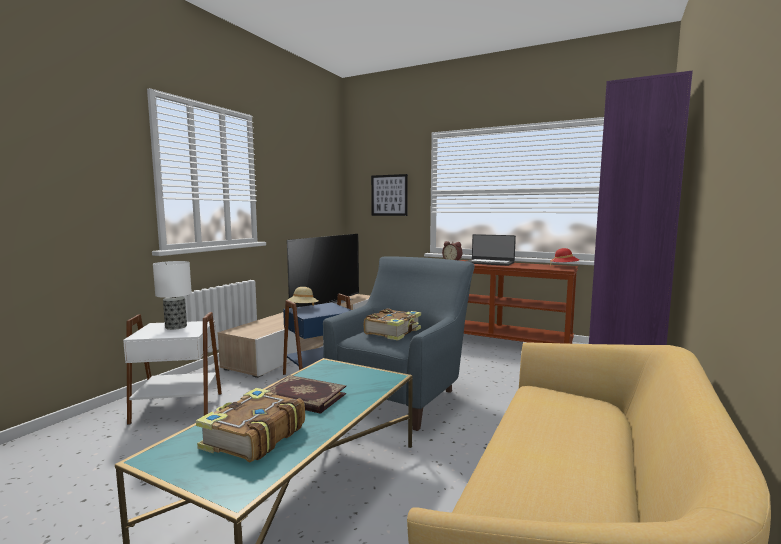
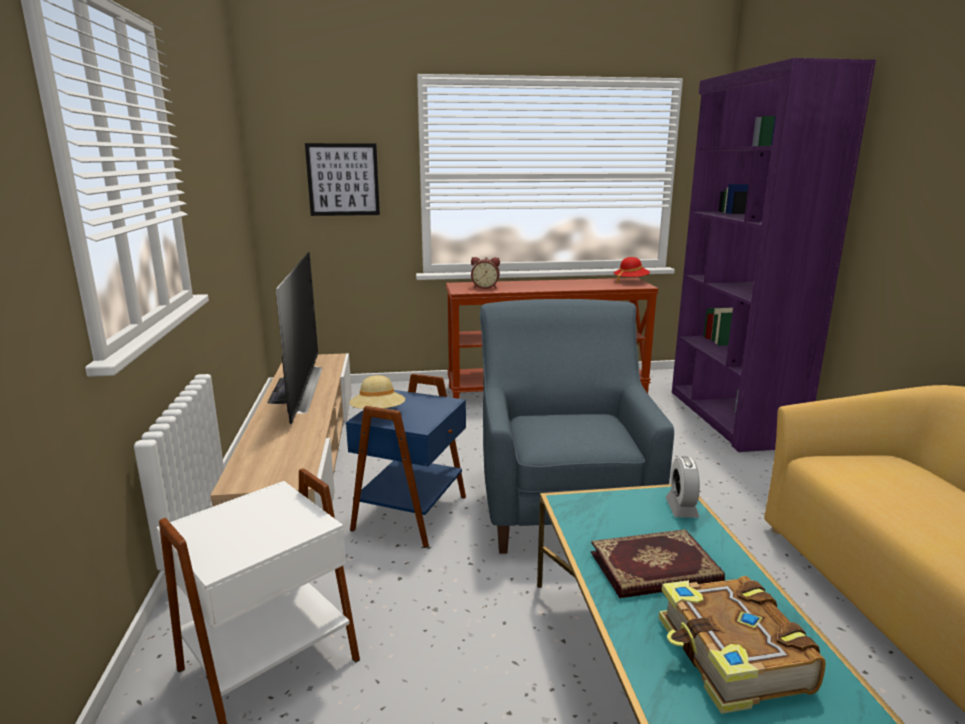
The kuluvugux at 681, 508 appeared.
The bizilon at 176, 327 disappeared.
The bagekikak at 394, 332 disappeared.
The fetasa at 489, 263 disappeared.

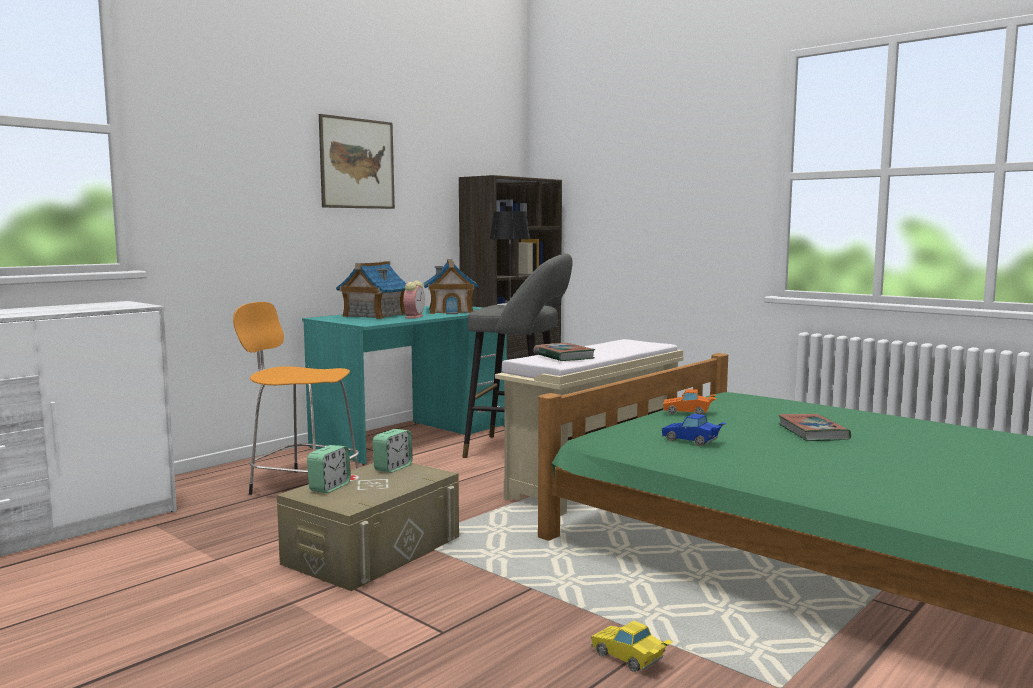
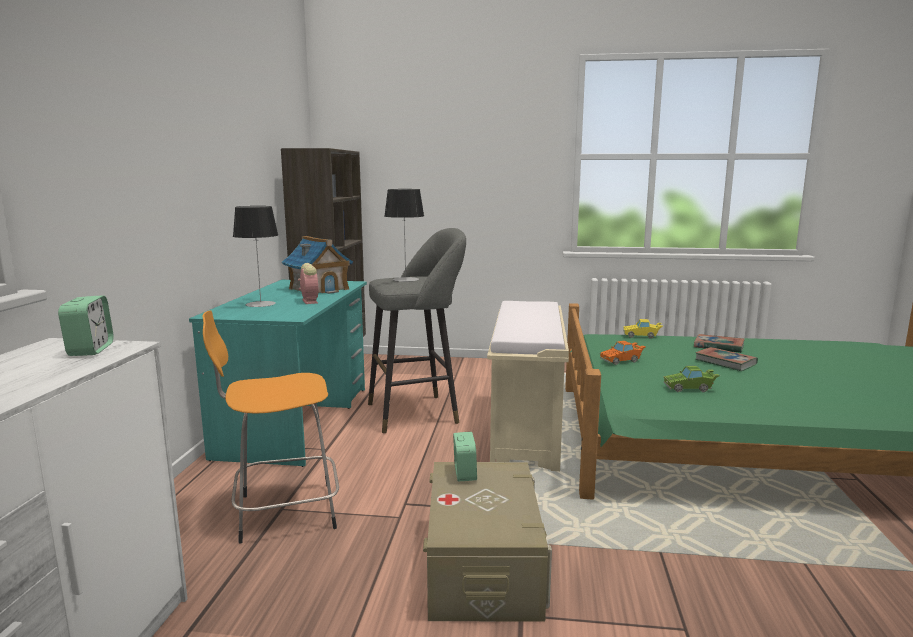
The kuluvugux moved from 329, 487 to 90, 350.
The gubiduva at 374, 315 was replaced by the bizilon at 260, 304.
The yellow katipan moved from 630, 658 to 642, 336.
The blue katipan at 693, 441 became the green katipan at 690, 388.
The bagekikak moved from 563, 356 to 718, 347.
The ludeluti at 357, 163 disappeared.

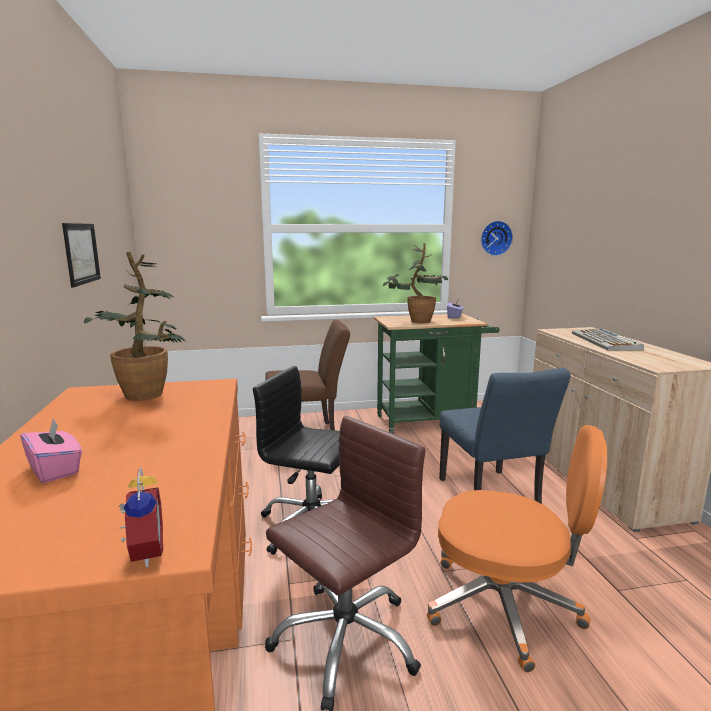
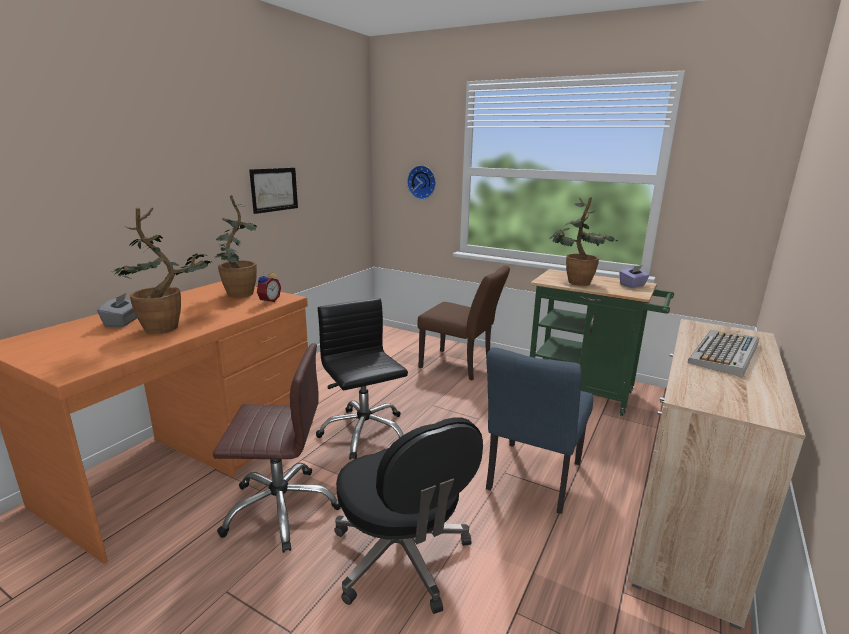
The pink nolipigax at 55, 469 became the grey nolipigax at 123, 322.
The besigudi at 170, 327 appeared.
The kuluvugux moved from 143, 554 to 268, 301.
The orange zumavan at 505, 606 became the black zumavan at 402, 557.
The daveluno moved from 495, 238 to 422, 182.

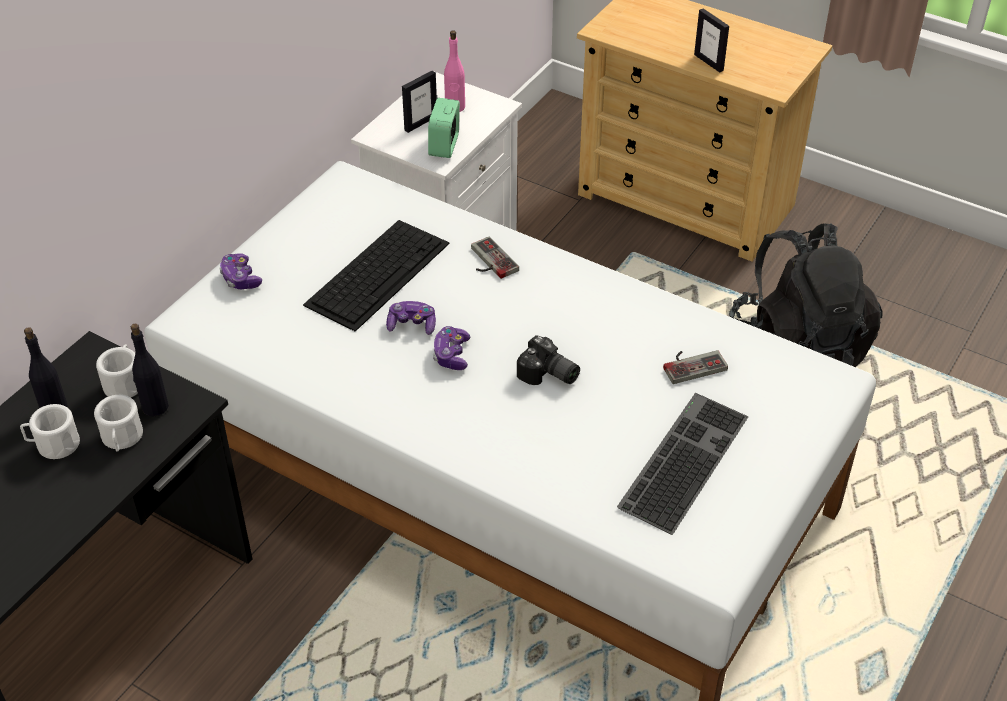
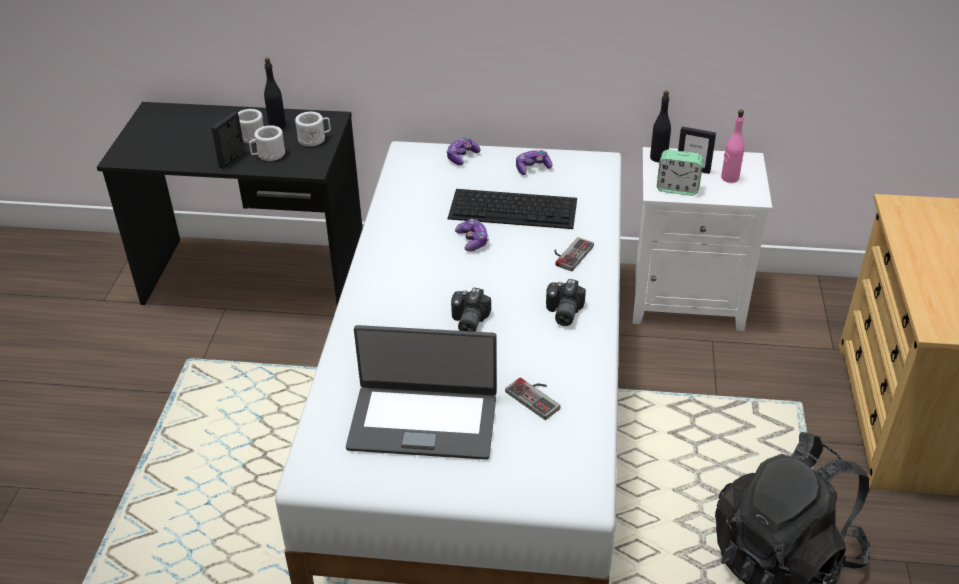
The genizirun moved from 709, 62 to 232, 159.
The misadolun at 682, 459 was replaced by the fetasa at 423, 421.
The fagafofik moved from 451, 355 to 532, 168.
The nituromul at 562, 313 appeared.
The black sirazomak moved from 155, 407 to 658, 157.
The kuluvugux at 444, 146 turned 150 degrees counterclockwise.

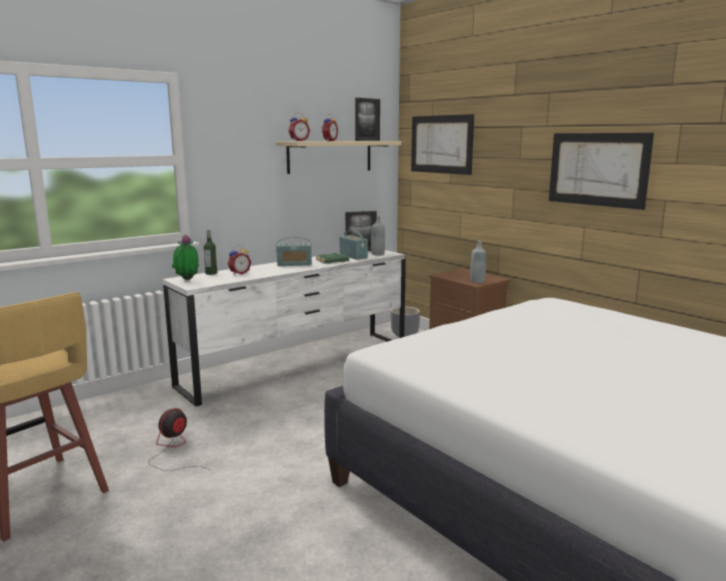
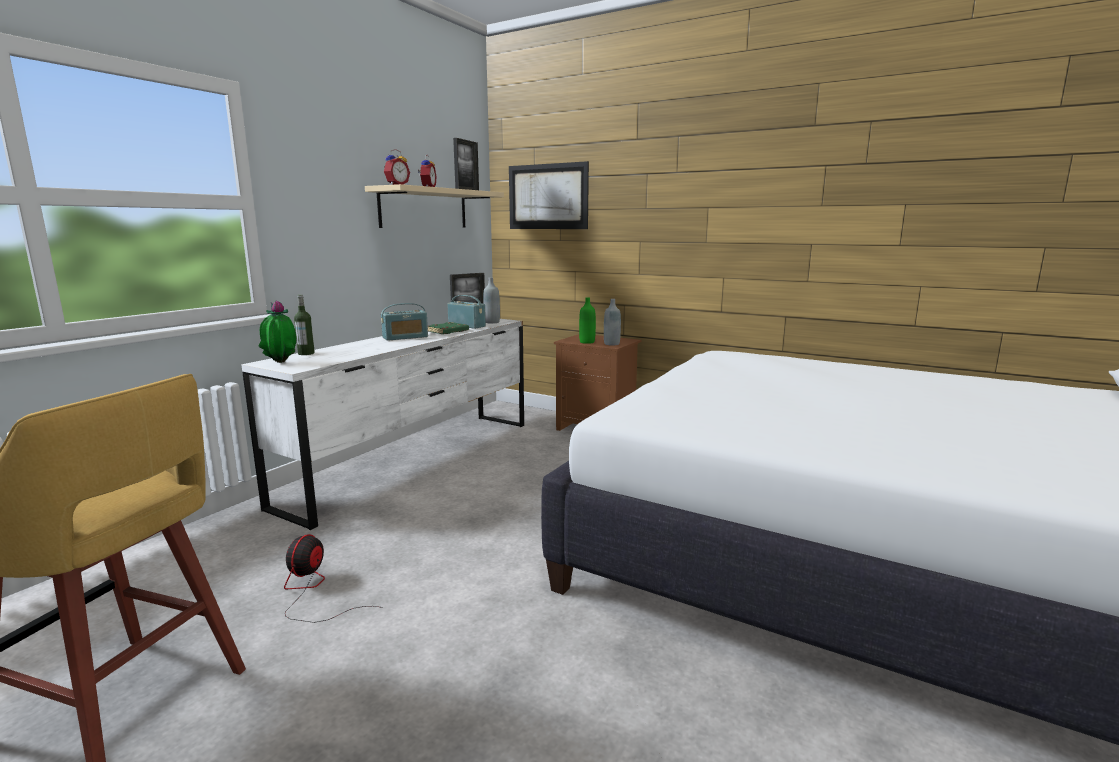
The green sirazomak at 587, 342 appeared.
The kuluvugux at 239, 273 disappeared.
The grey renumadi at 405, 334 disappeared.
The ludeluti at 597, 169 disappeared.

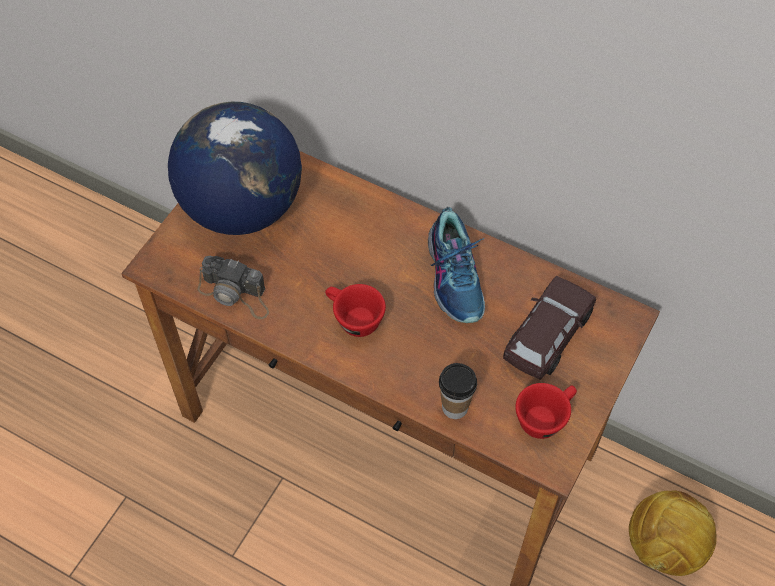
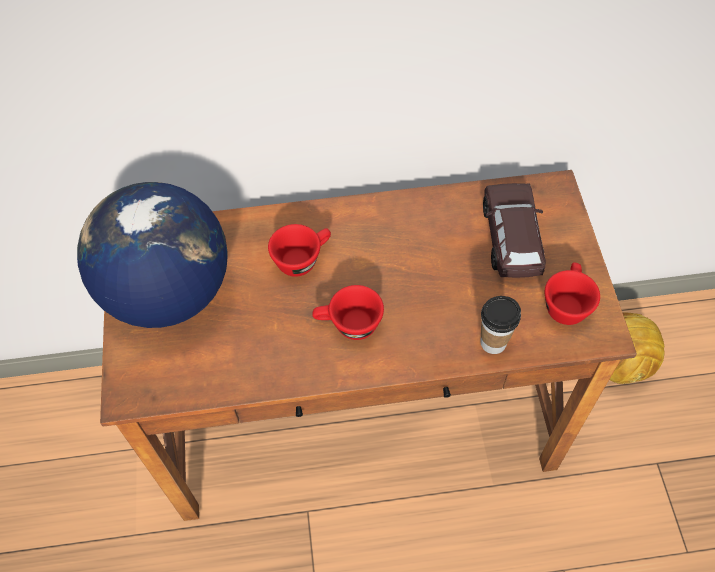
The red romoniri at 302, 258 appeared.
The nituromul at 236, 294 disappeared.
The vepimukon at 456, 277 disappeared.

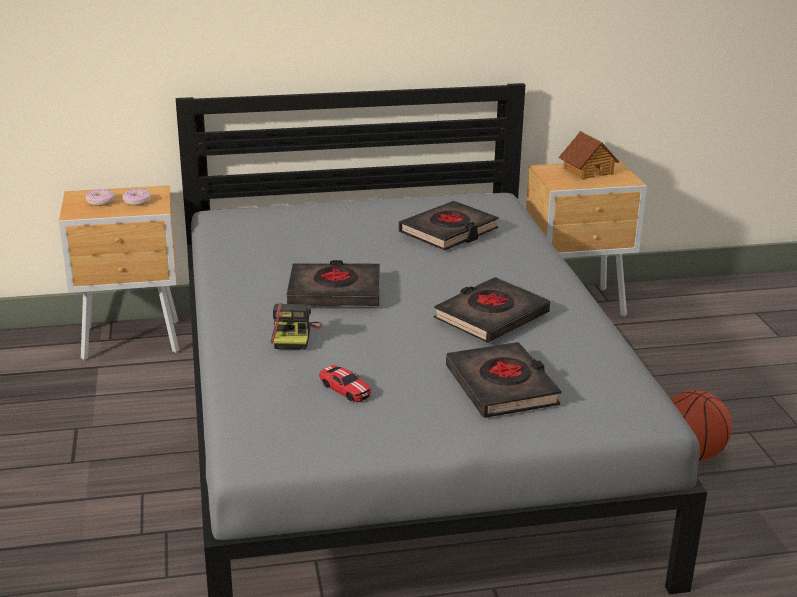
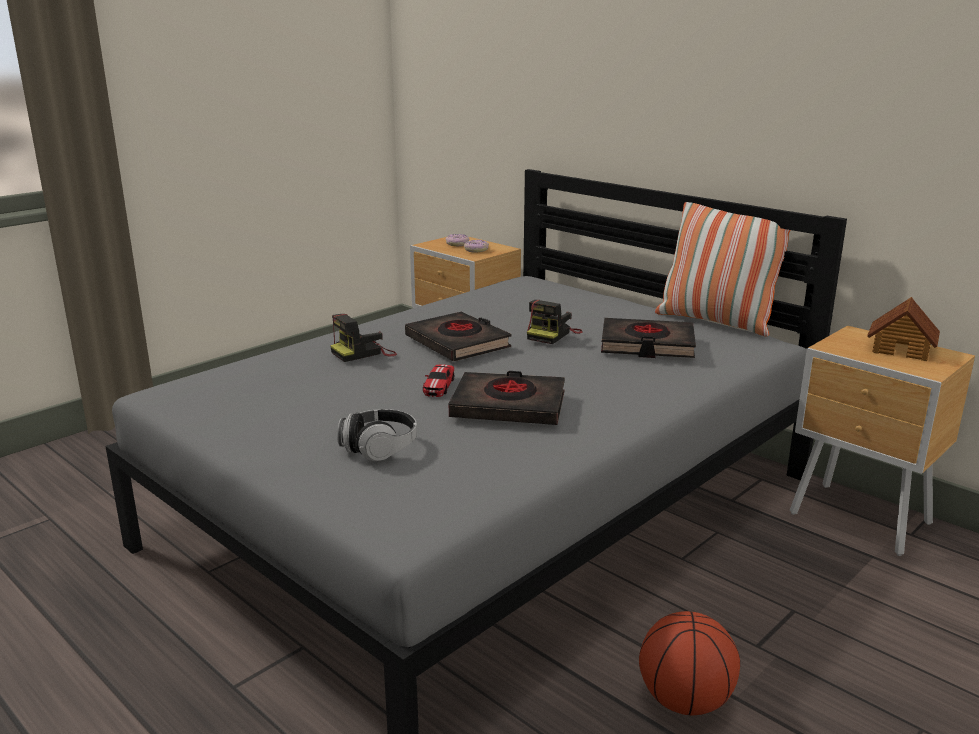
The black bagekikak at 502, 387 was replaced by the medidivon at 379, 448.
The katipan moved from 345, 388 to 439, 386.
The nituromul at 552, 335 appeared.
The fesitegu at 716, 322 appeared.

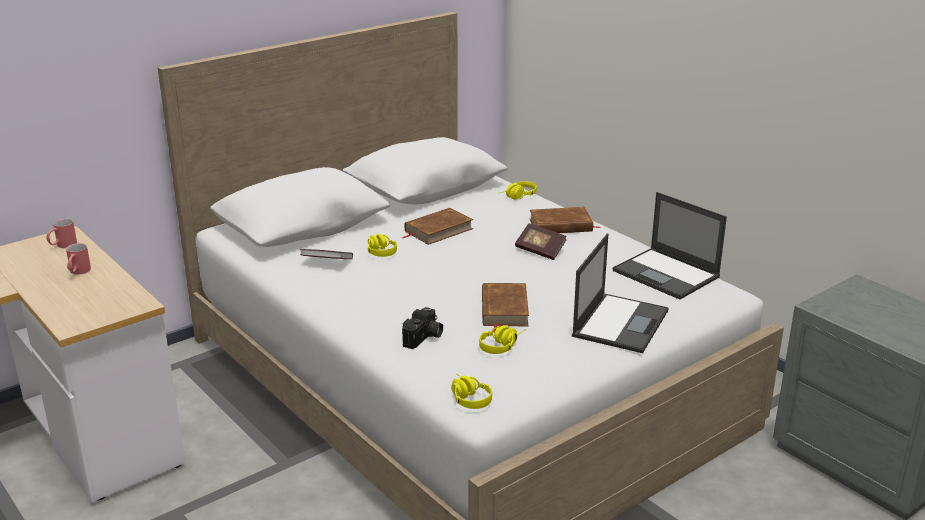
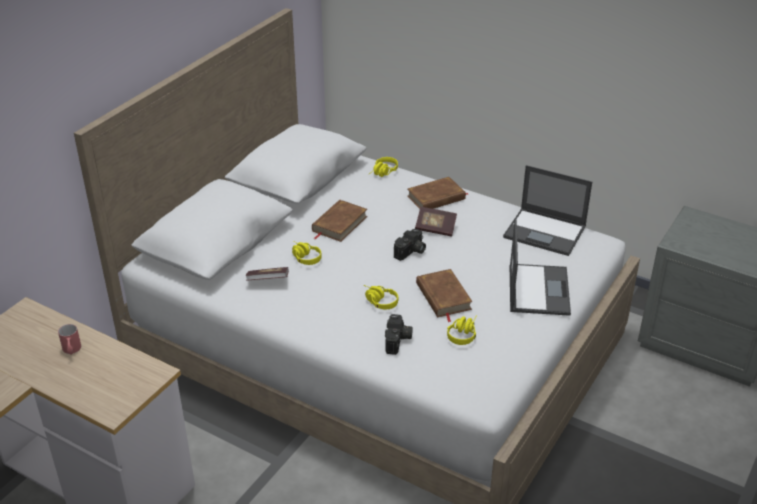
The yellow medidivon moved from 467, 398 to 378, 301.
The nituromul at 411, 252 appeared.
The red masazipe at 62, 246 disappeared.

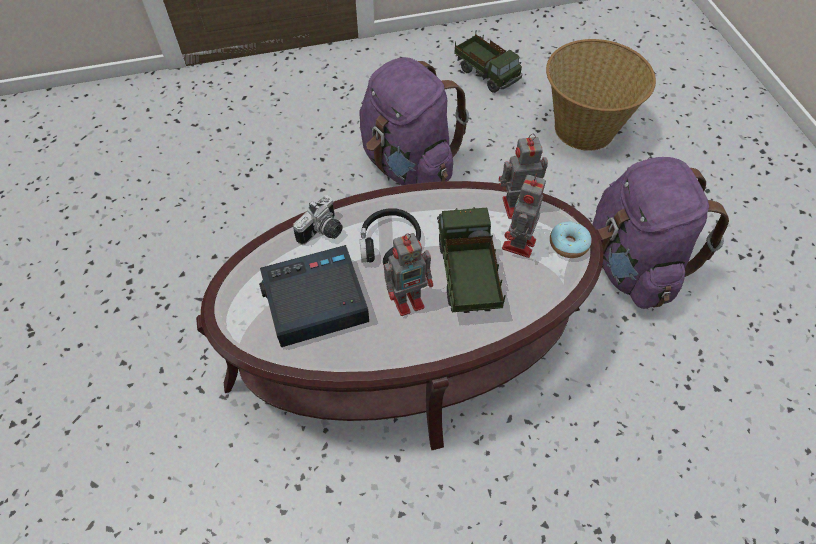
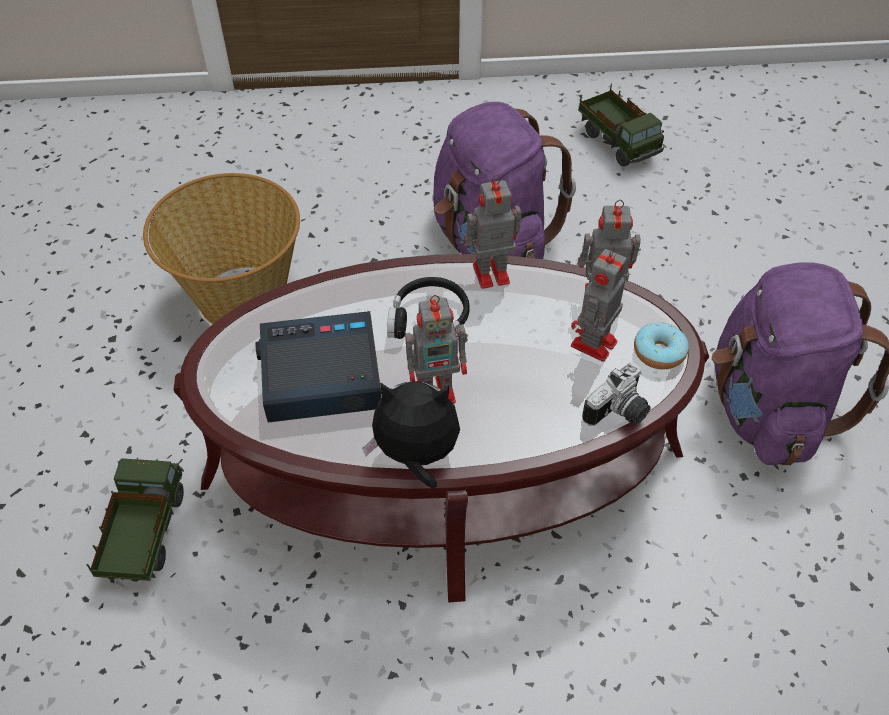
The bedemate moved from 466, 275 to 145, 533.
The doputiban moved from 583, 129 to 240, 298.
The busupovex at 416, 456 appeared.
The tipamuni at 488, 274 appeared.
The nituromul moved from 323, 232 to 619, 413.

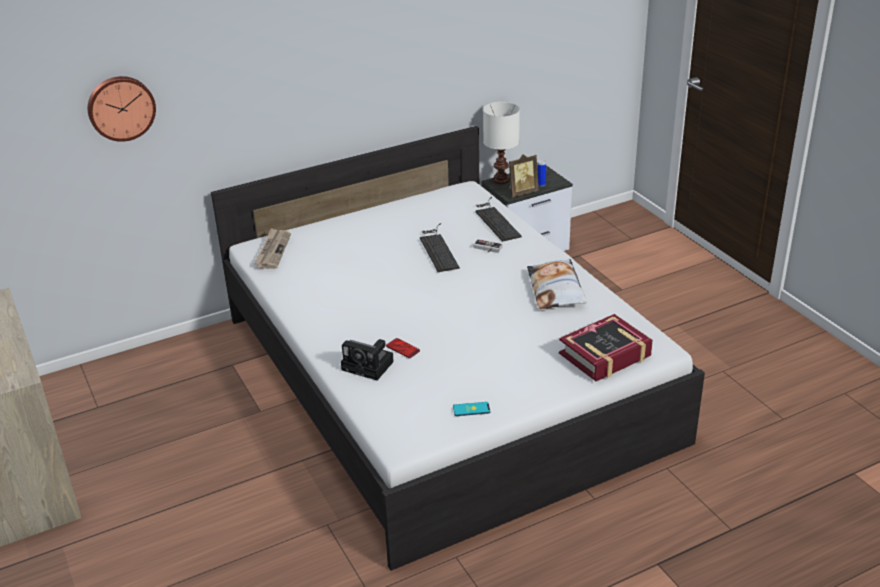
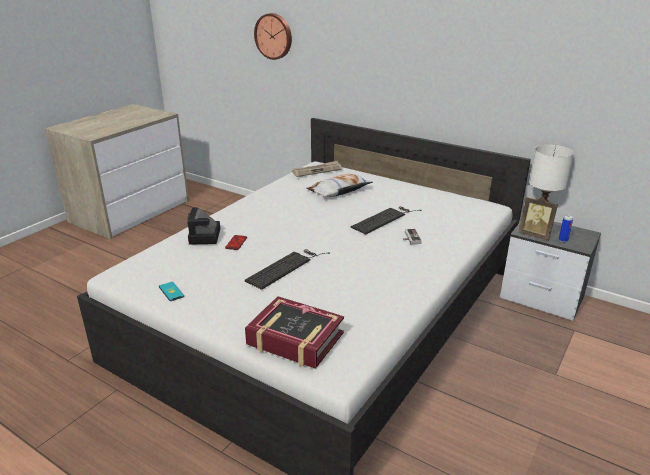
The misadolun moved from 495, 220 to 286, 267.
The fesitegu moved from 556, 290 to 339, 191.

